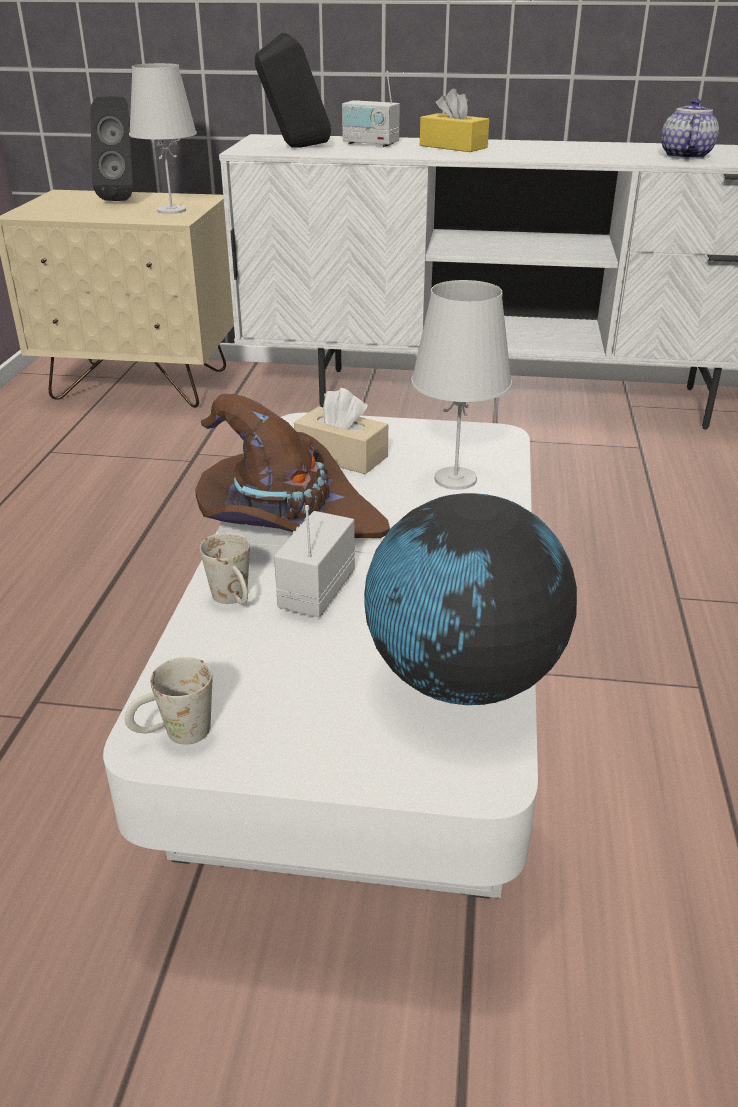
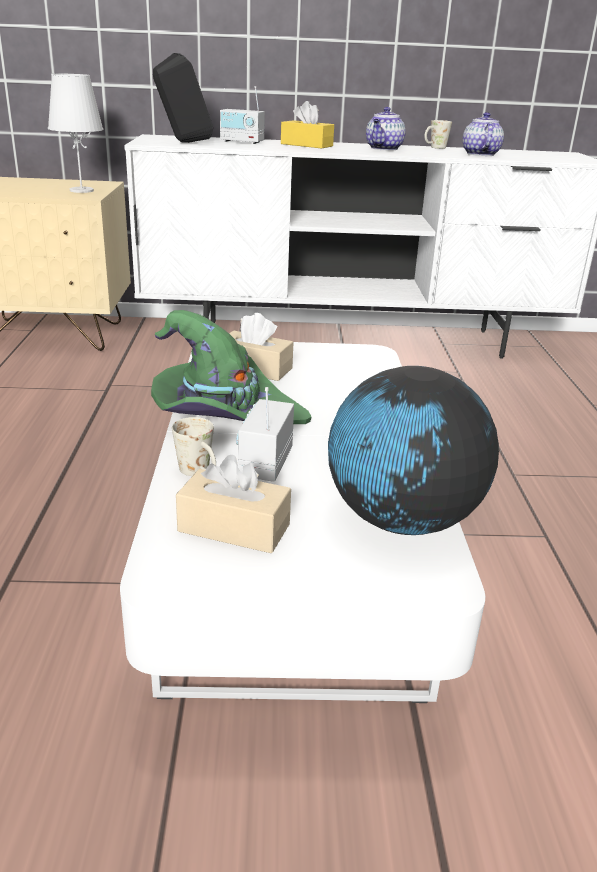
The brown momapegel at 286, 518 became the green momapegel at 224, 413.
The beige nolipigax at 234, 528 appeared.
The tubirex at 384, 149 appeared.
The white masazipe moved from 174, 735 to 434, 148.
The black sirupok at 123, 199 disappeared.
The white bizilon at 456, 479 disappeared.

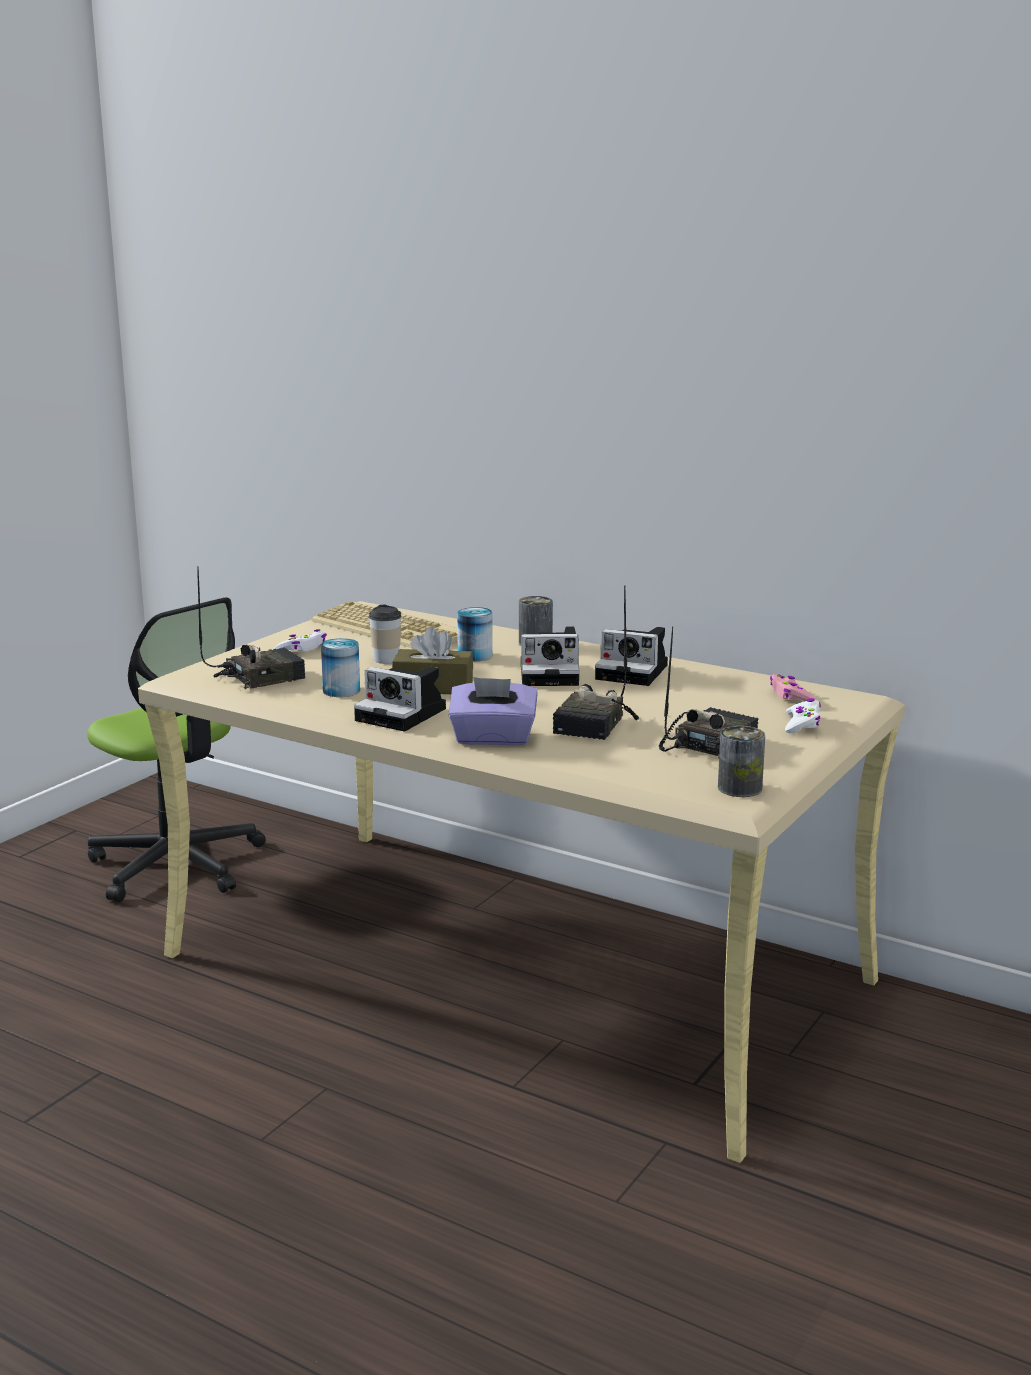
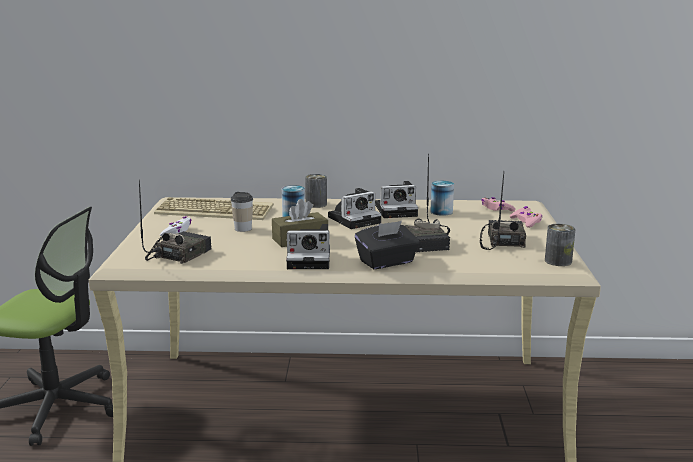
The purple nolipigax at 493, 738 became the black nolipigax at 387, 262.
The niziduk moved from 341, 691 to 441, 212.
The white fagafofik at 802, 724 became the pink fagafofik at 526, 222.

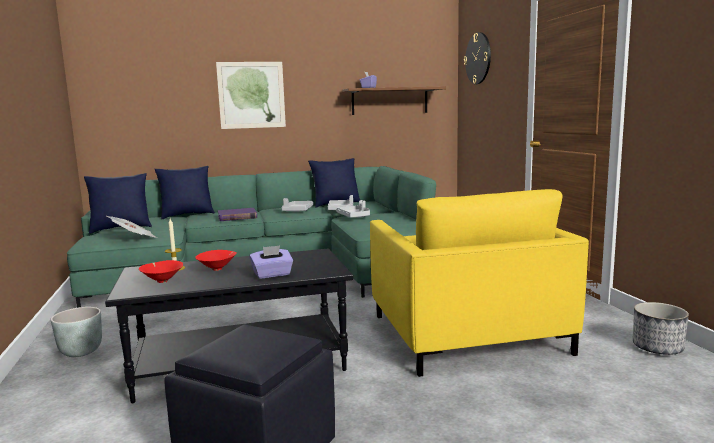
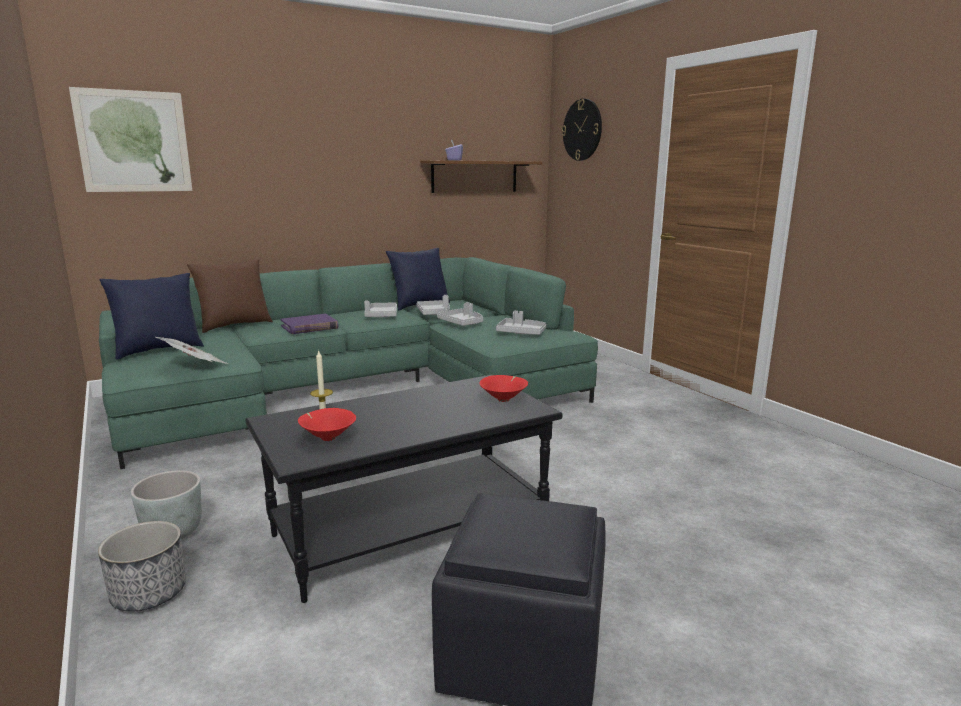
The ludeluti moved from 251, 95 to 134, 141.
The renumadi moved from 657, 348 to 148, 593.
The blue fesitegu at 187, 215 became the brown fesitegu at 234, 325.
The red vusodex moved from 218, 269 to 504, 399.
The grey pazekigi at 521, 333 appeared.
The purple nolipigax at 272, 275 disappeared.
The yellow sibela at 466, 334 disappeared.

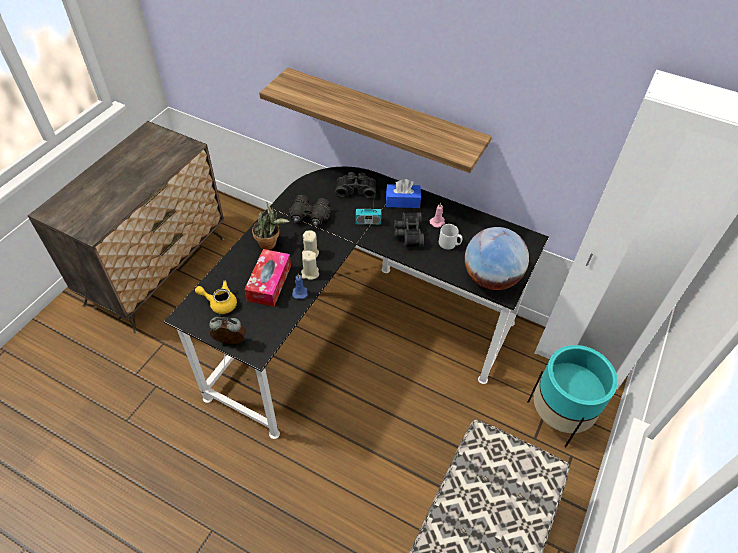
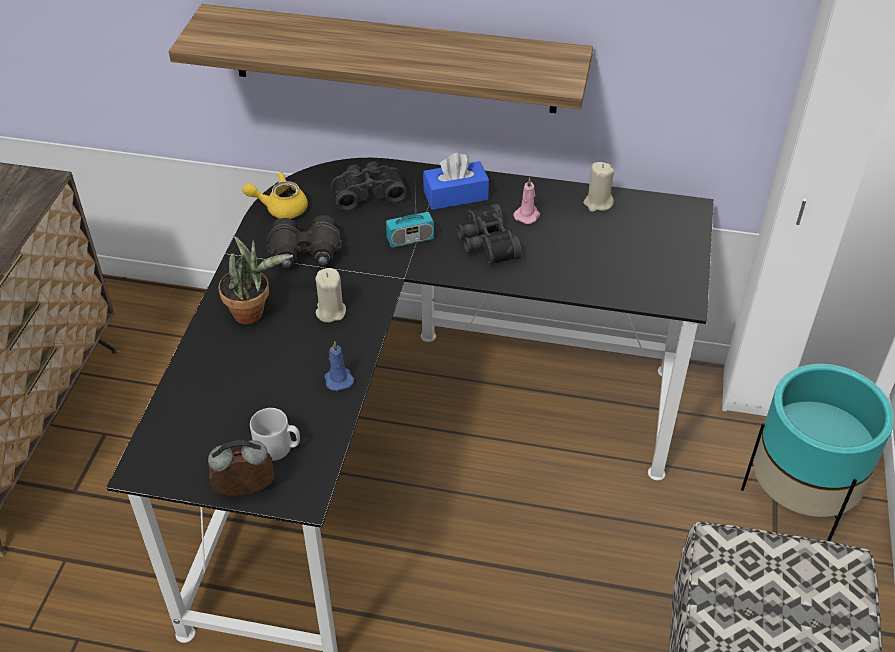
The yellow tubirex moved from 220, 303 to 280, 208.
The grey masazipe moved from 449, 244 to 278, 447.
The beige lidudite moved from 310, 273 to 598, 203.
The nolipigax at 269, 283 disappeared.
The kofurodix at 490, 278 disappeared.

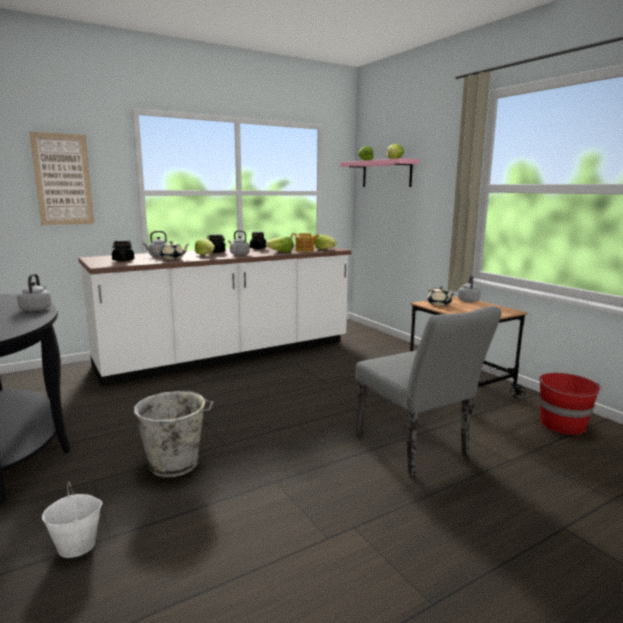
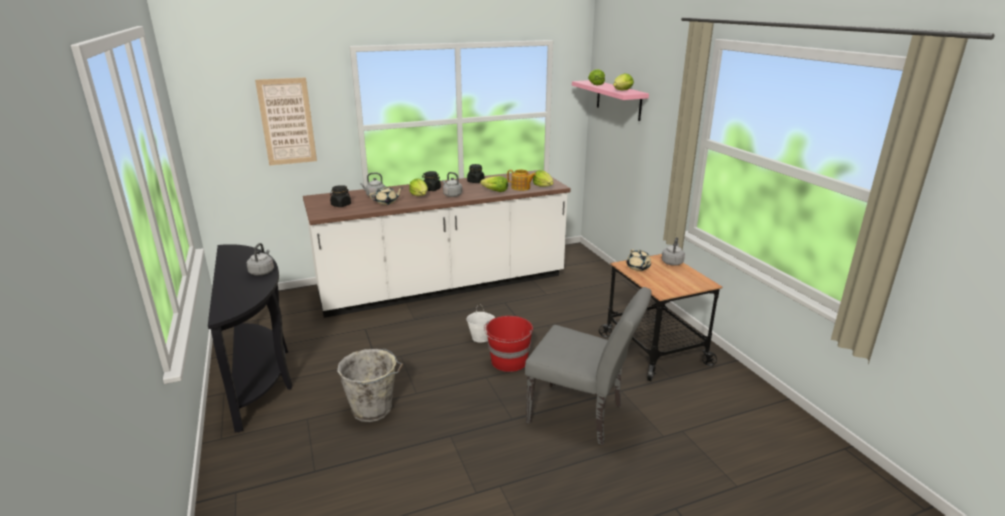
The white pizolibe moved from 77, 545 to 481, 337.
The red pizolibe moved from 563, 425 to 509, 361.
The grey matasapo at 416, 450 turned 45 degrees counterclockwise.

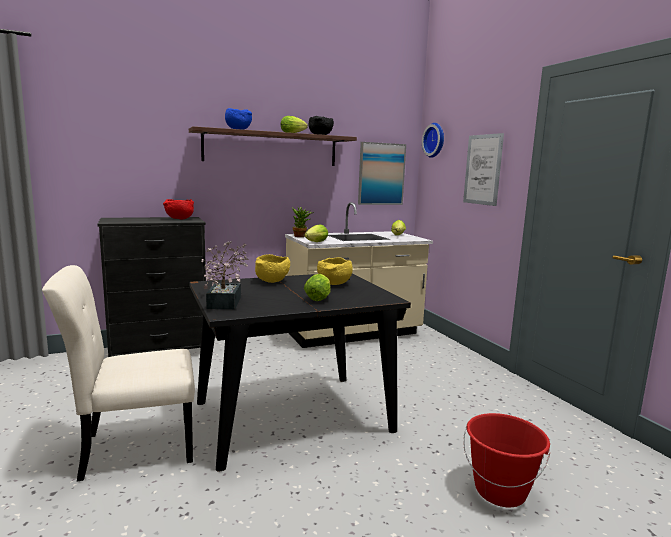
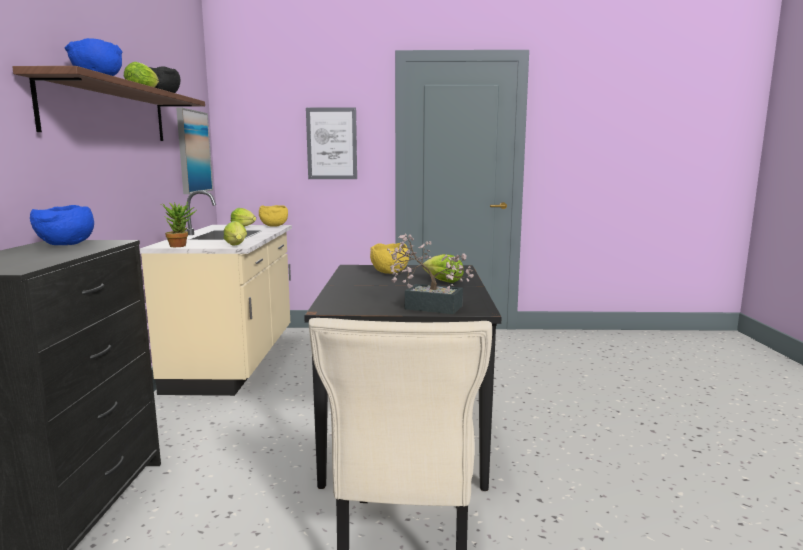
The red vusodex at 179, 219 became the blue vusodex at 66, 245.
The yellow vusodex moved from 272, 281 to 273, 226.
The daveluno at 435, 140 disappeared.
The red pizolibe at 500, 491 disappeared.

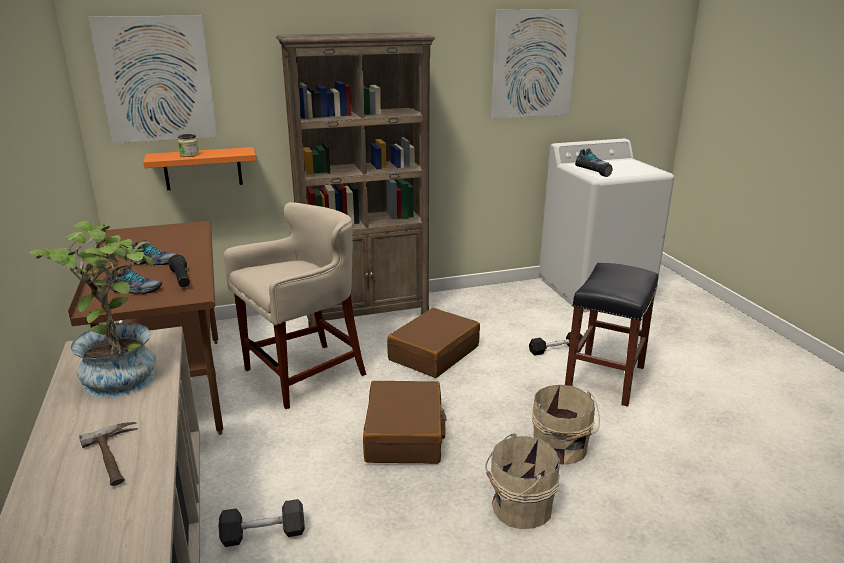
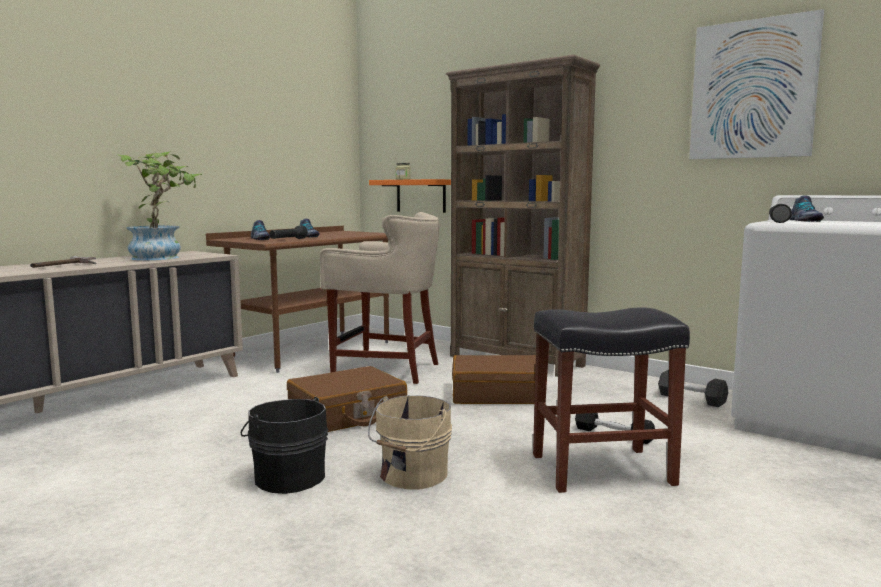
The beige pizolibe at 518, 507 became the black pizolibe at 288, 477.
The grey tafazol moved from 263, 534 to 691, 399.
The ludeluti at 156, 80 disappeared.

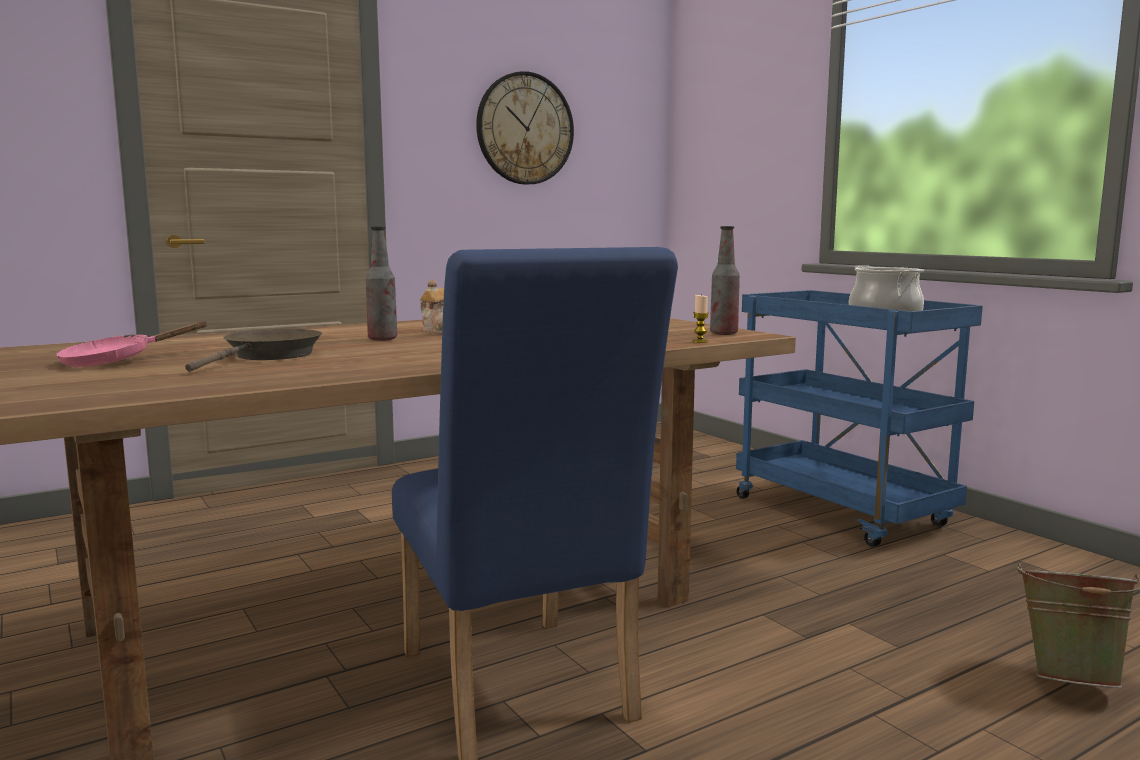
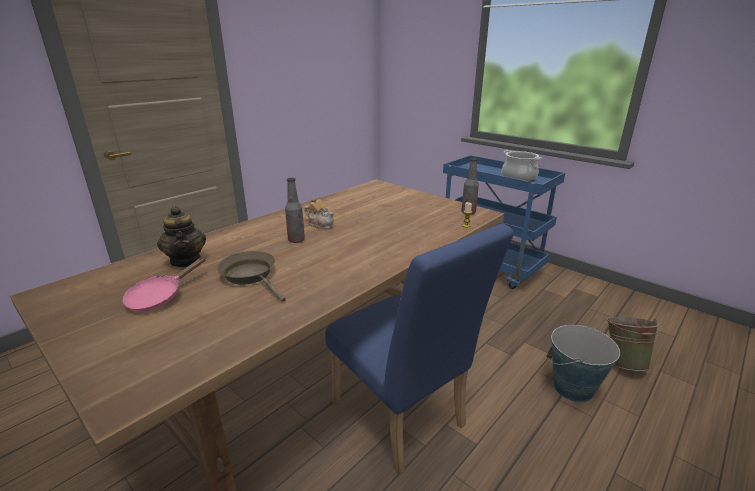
The tubirex at 187, 261 appeared.
The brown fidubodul at 269, 356 turned 45 degrees counterclockwise.
The pizolibe at 572, 388 appeared.
The daveluno at 525, 129 disappeared.

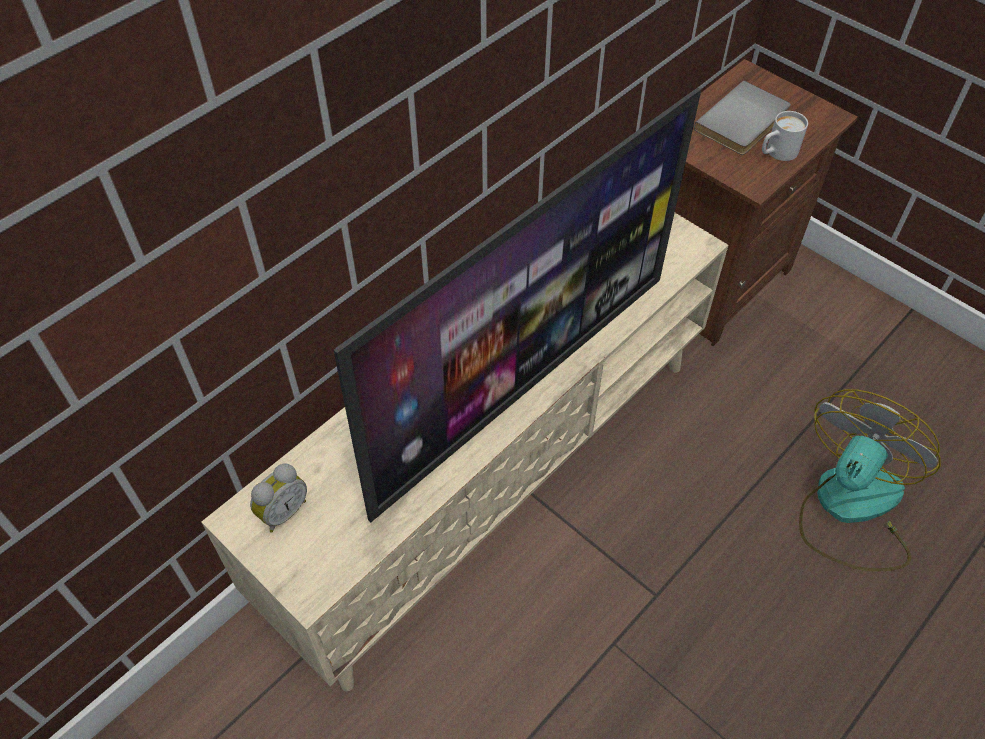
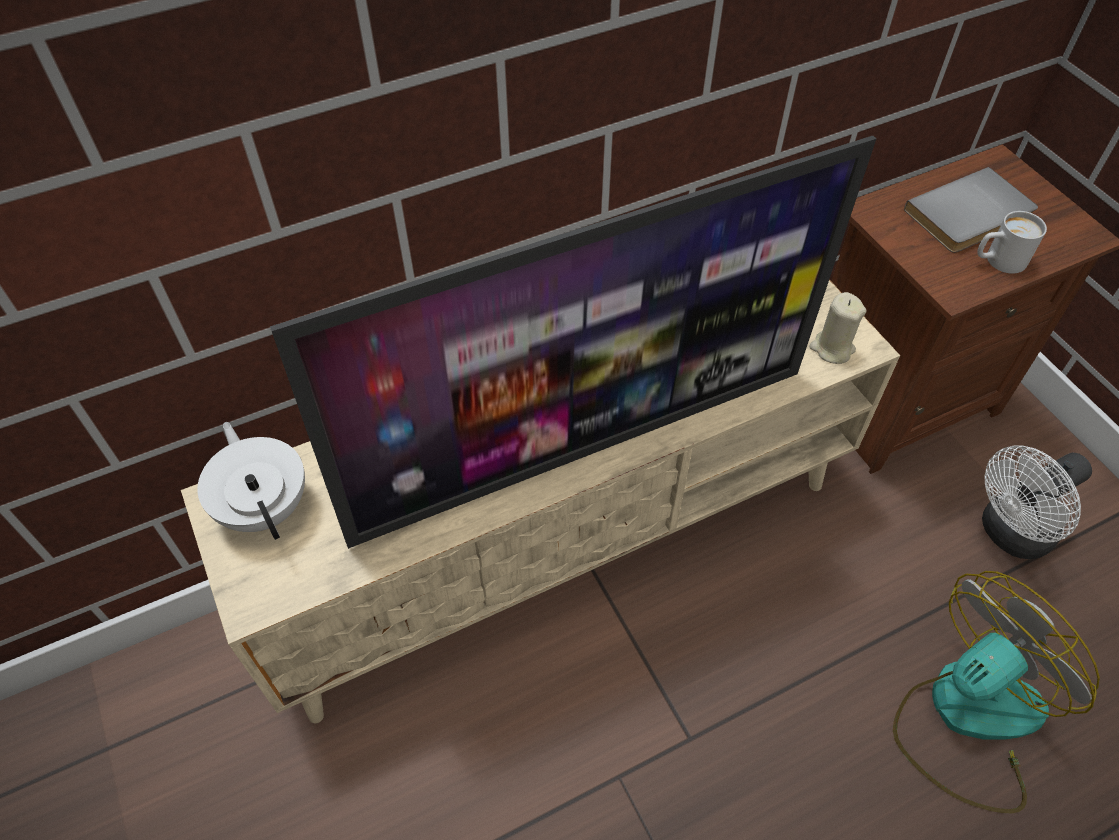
The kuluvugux at 282, 511 was replaced by the white tubirex at 265, 506.
The beige lidudite at 832, 348 appeared.
The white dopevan at 1009, 534 appeared.

